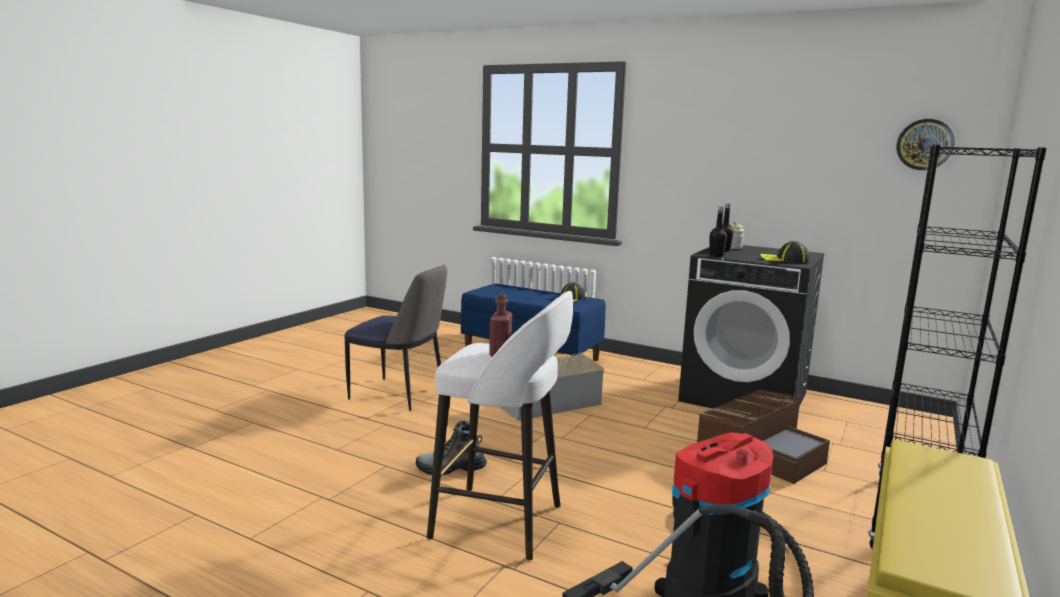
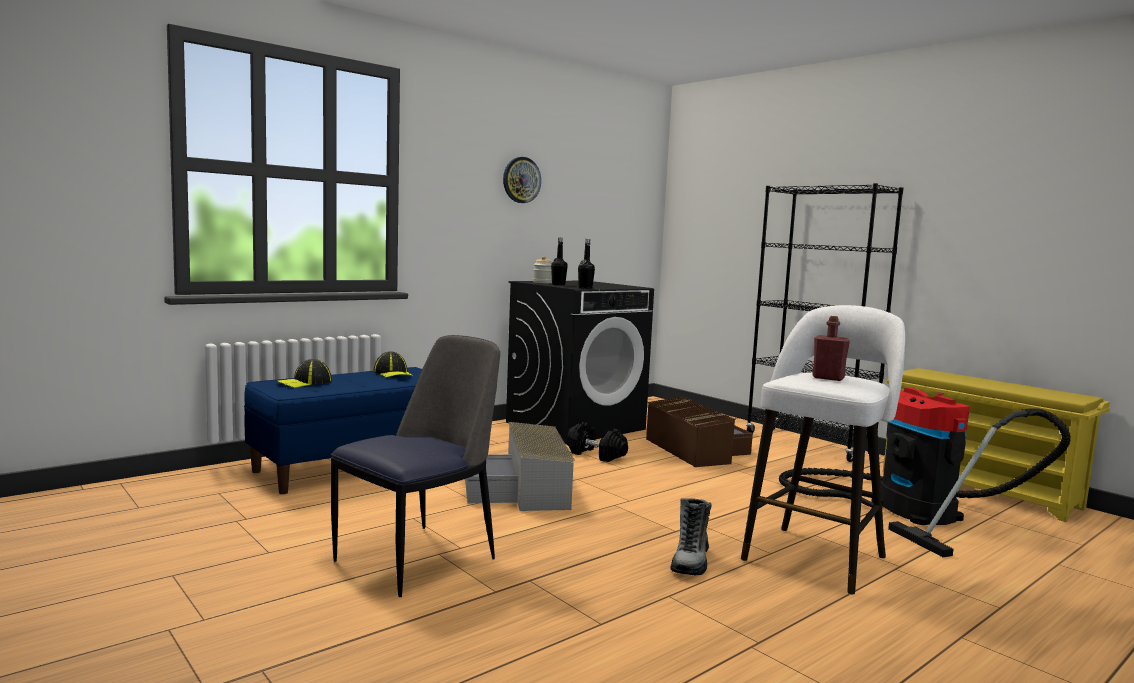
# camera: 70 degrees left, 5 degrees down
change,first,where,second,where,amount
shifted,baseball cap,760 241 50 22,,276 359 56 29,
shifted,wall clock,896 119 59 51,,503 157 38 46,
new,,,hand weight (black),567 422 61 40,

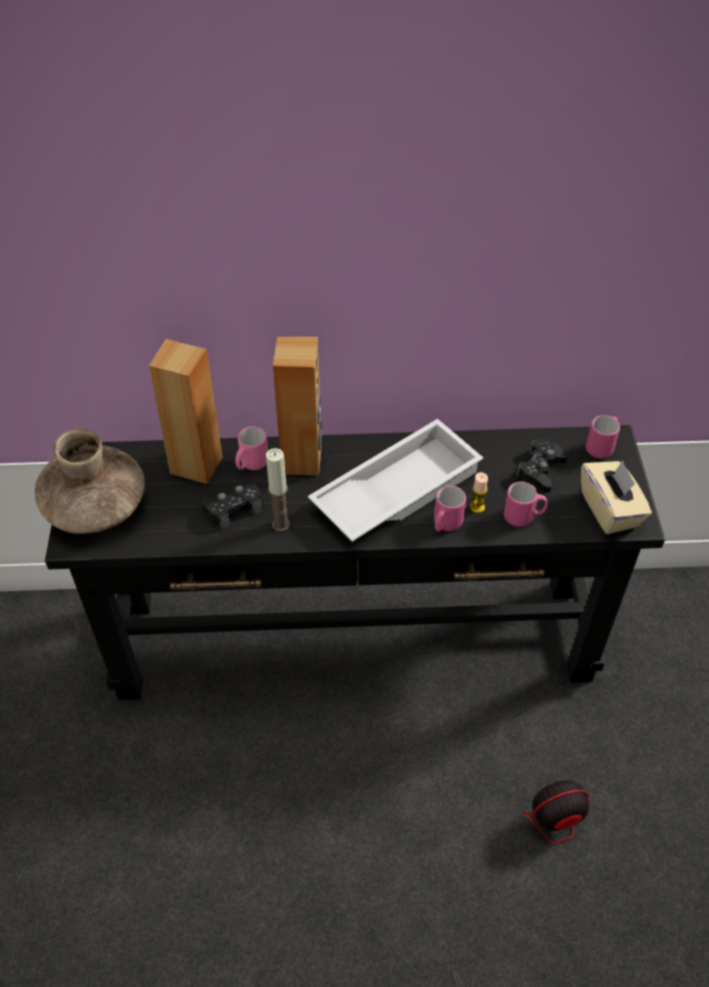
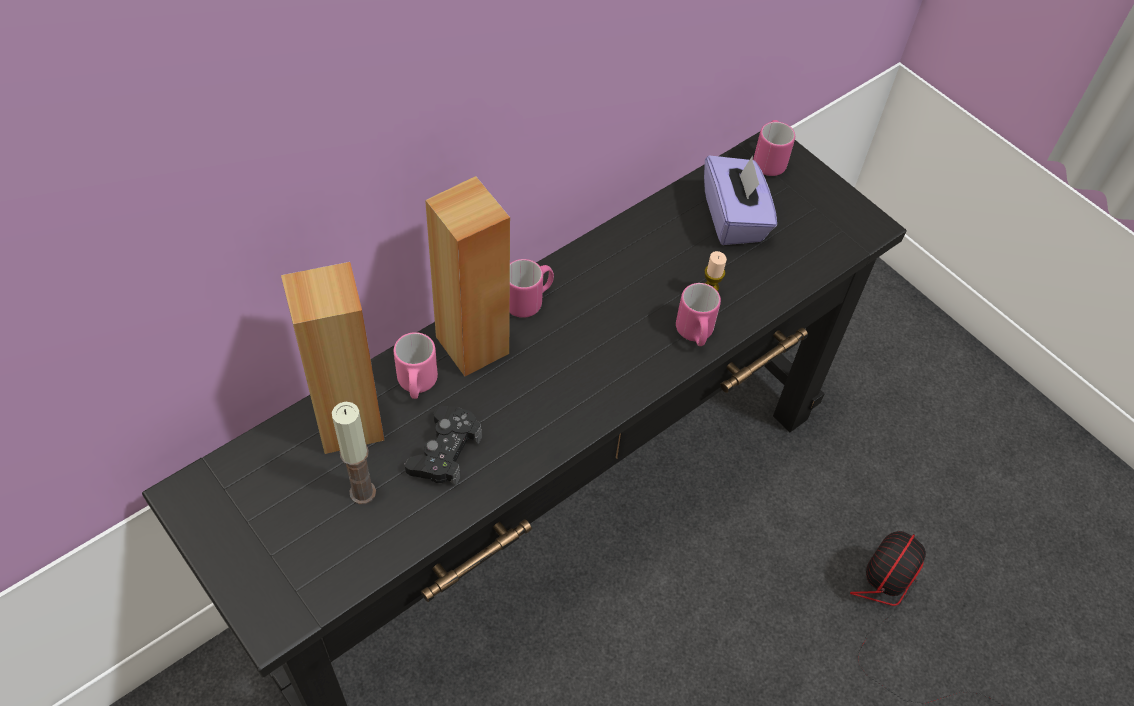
# camera: 40 degrees left, 5 degrees up
change,first,where,second,where,amount
gone,decorative vase (brown),35 429 110 105,,,
shifted,candle,266 448 24 84,,332 402 44 102,
gone,serving tray (white),308 419 175 123,,,
shifted,tea mug (pinkish),504 482 44 45,,510 259 44 59,
swapped,joypad (black),516 439 51 54,tissue holder (purple-coloured),704 155 73 90,
gone,tissue holder (beige),581 460 71 74,,,

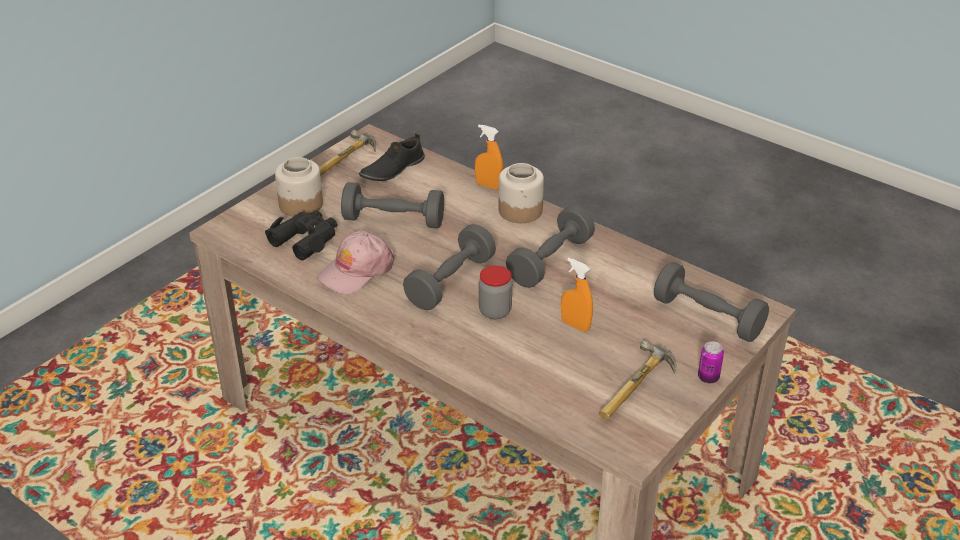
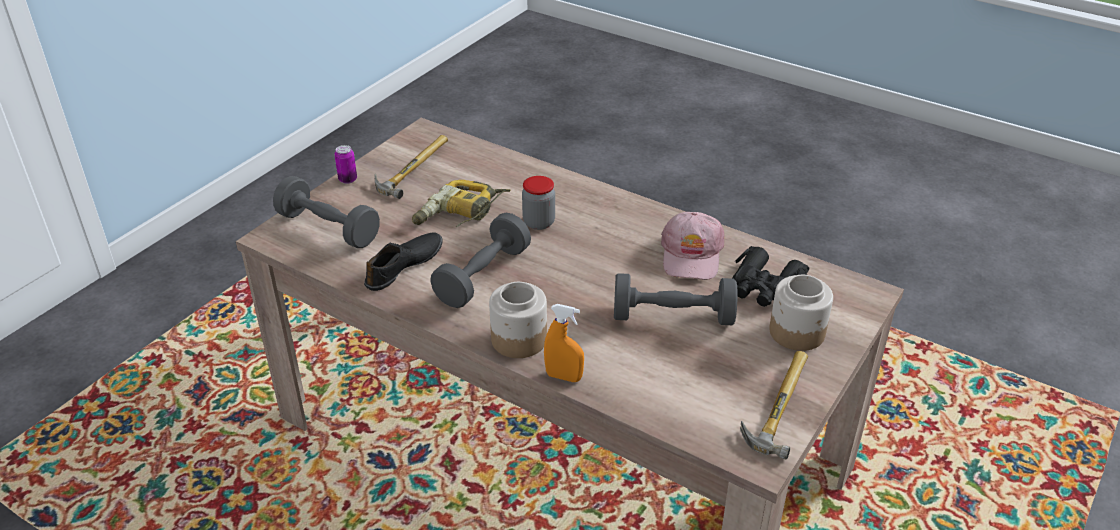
# camera: 175 degrees right, 0 degrees up
change,first,where,second,where,amount
rotated,baseball cap (pinkish),317 231 77 63,,661 212 63 68,150 degrees clockwise
shifted,low shoe (black),359 133 66 48,,364 233 79 58,
gone,hand weight (gray),403 224 93 86,,,
swapped,sprayer (orange-coloured),561 258 32 74,power drill,412 180 99 47,

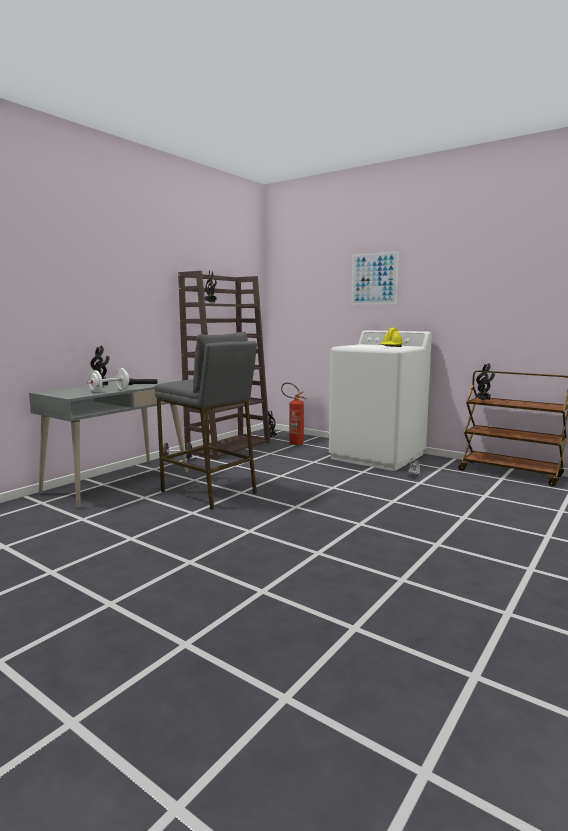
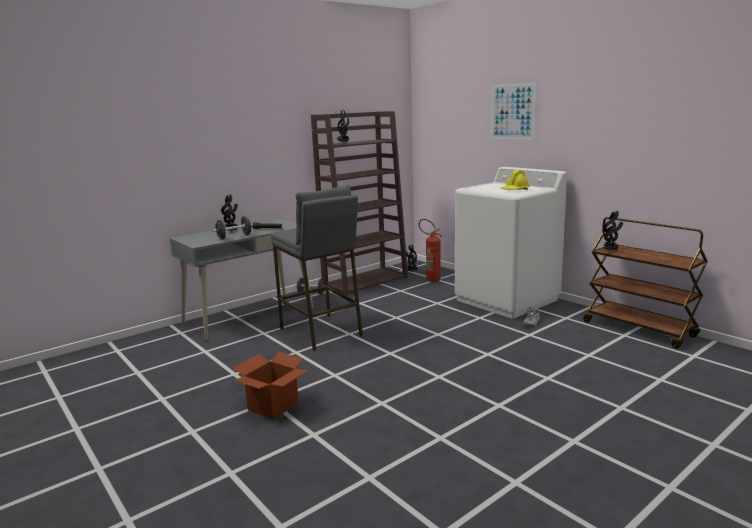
# camera: 15 degrees right, 5 degrees up
change,first,where,second,where,amount
repainted,hand weight (white),87 368 43 25,hand weight (black),213 216 40 24,
new,,,cardboard box,232 351 77 69,

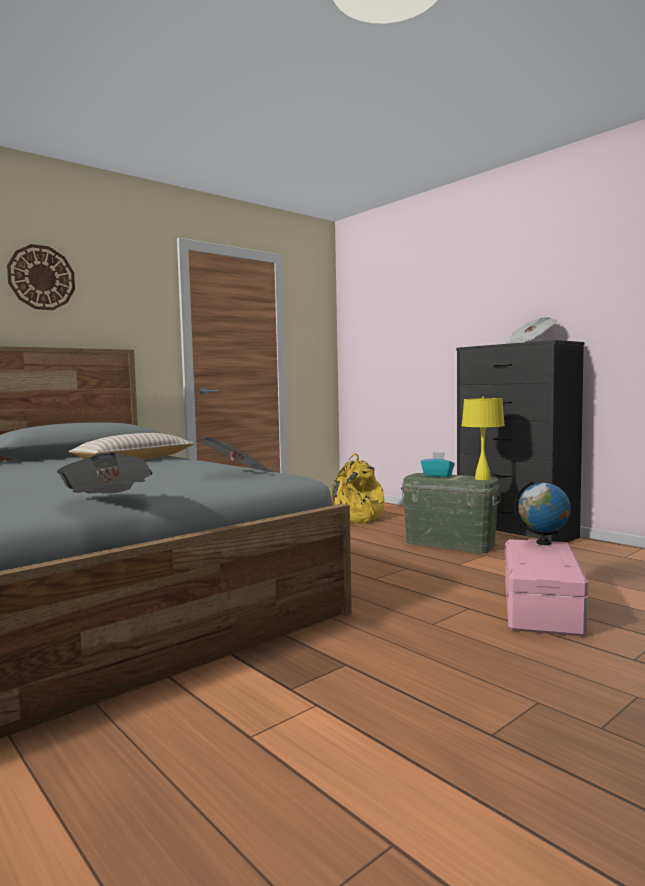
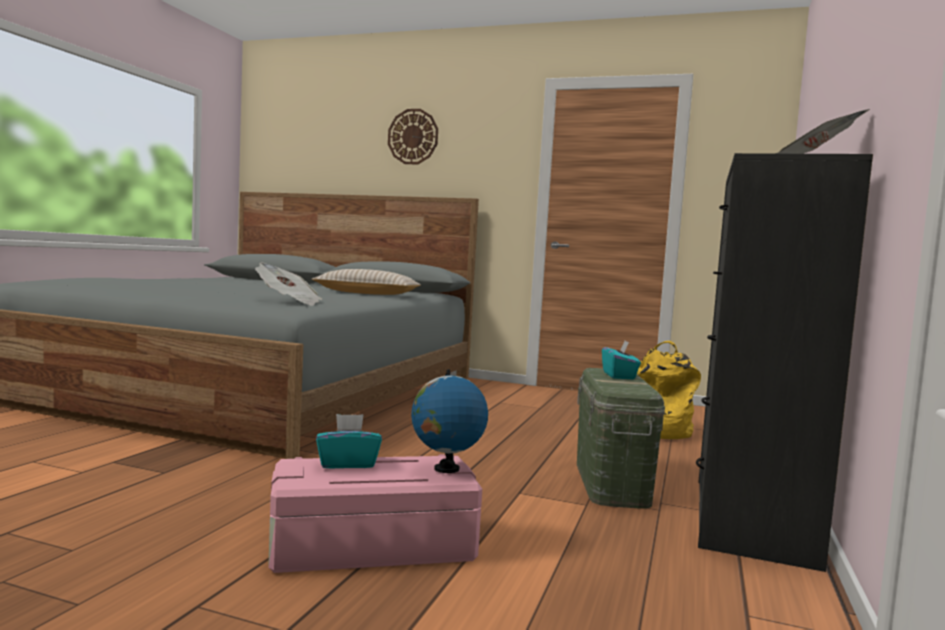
# camera: 60 degrees right, 0 degrees up
change,first,where,second,where,amount
gone,printed paper,57 452 95 42,,,
gone,lamp for a table (yellow),462 397 43 83,,,
new,,,tissue holder (turquoise-coloured),316 414 66 54,

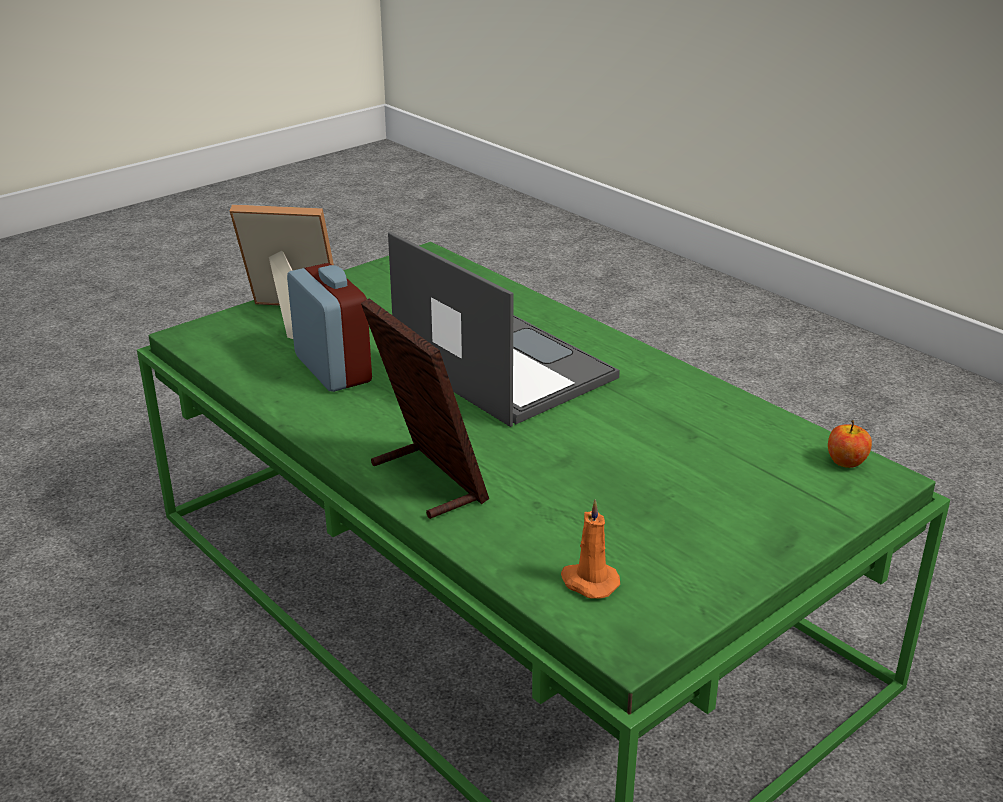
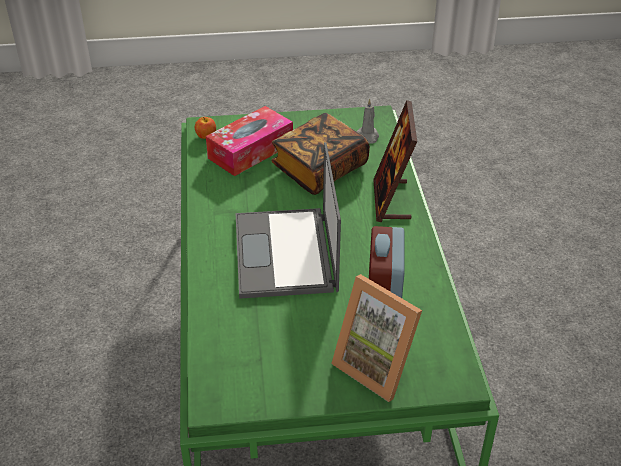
# camera: 145 degrees left, 10 degrees up
change,first,where,second,where,amount
repainted,candle (orange-coloured),561 499 59 100,candle (gray),357 98 22 46,
new,,,tissue holder,206 106 87 70,
new,,,volume,271 113 99 82,

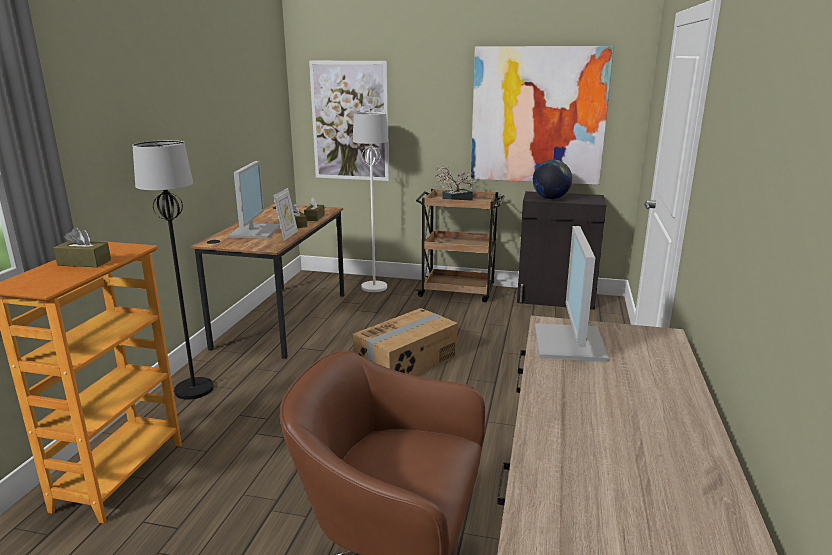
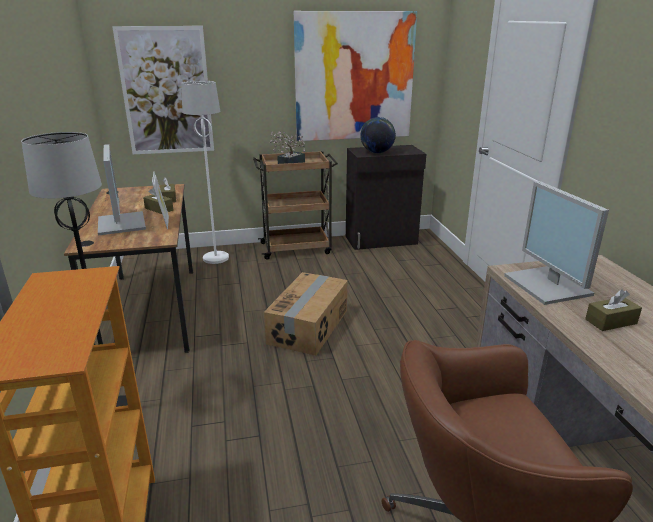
# camera: 25 degrees left, 5 degrees up
change,first,where,second,where,amount
shifted,tissue holder (brown),54 227 57 40,,585 289 57 42,

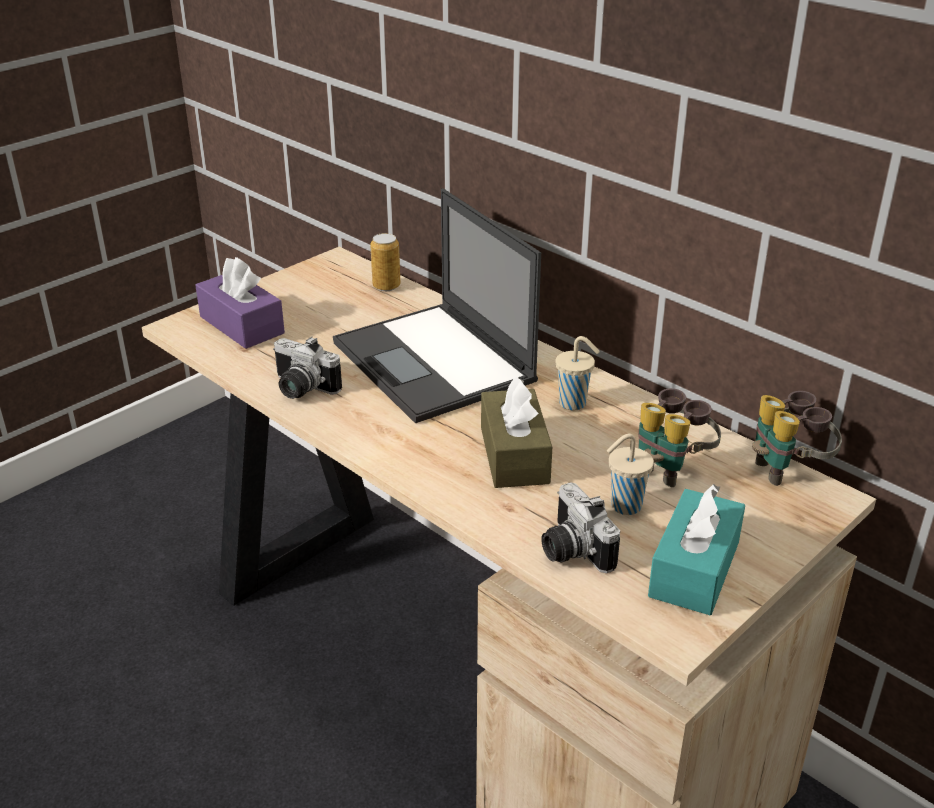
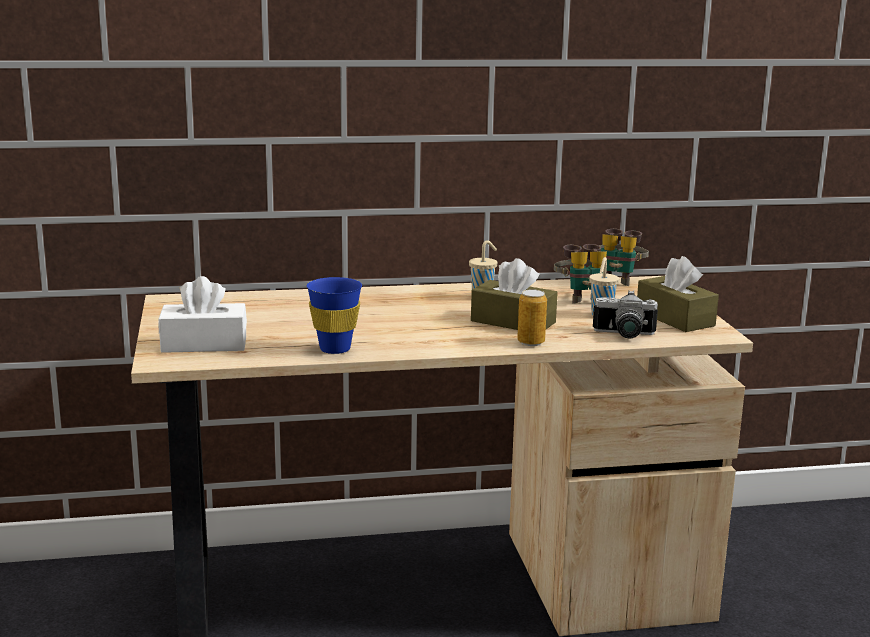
# camera: 55 degrees left, 15 degrees down
change,first,where,second,where,amount
repainted,tissue holder (purple-coloured),195 257 90 92,tissue holder (white),158 276 89 77,
swapped,still camera,273 337 69 62,drinking cup (bluish),307 277 55 77,
gone,laptop,333 188 208 235,,,
shifted,sealed can,370 233 30 58,,517 289 30 57,
repainted,tissue holder (turquoise-coloured),648 484 97 131,tissue holder (brown),637 256 82 76,

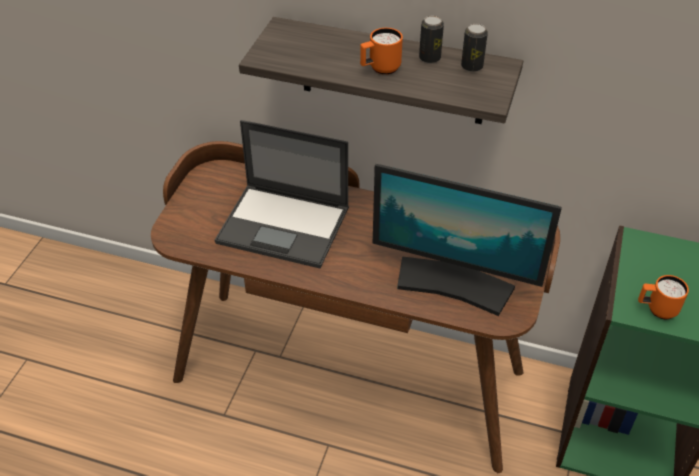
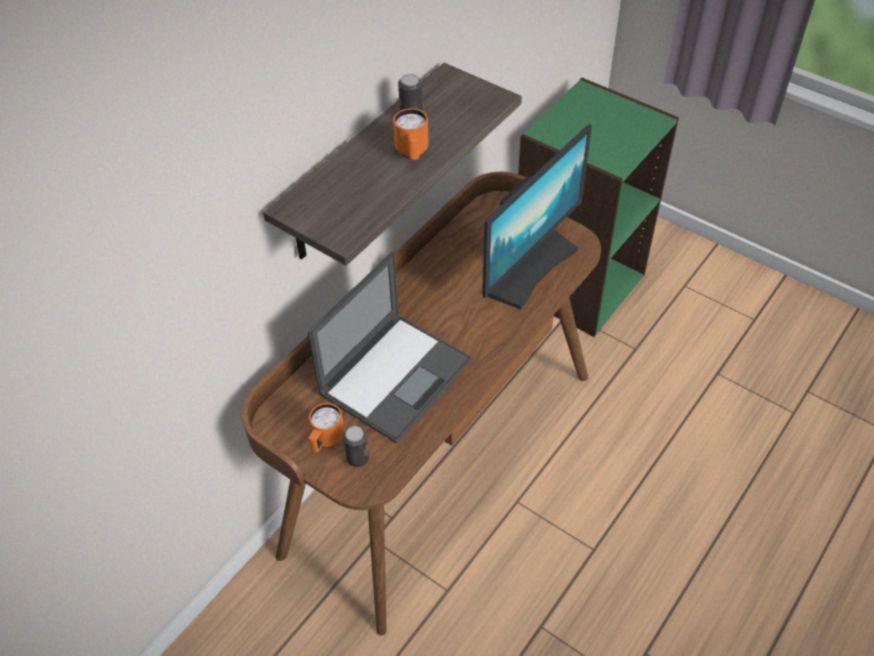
# camera: 70 degrees left, 5 degrees up
change,first,where,second,where,amount
shifted,sealed can,461 24 27 48,,343 426 26 41,
shifted,tea mug (orange-coloured),638 275 51 44,,308 403 37 50,

